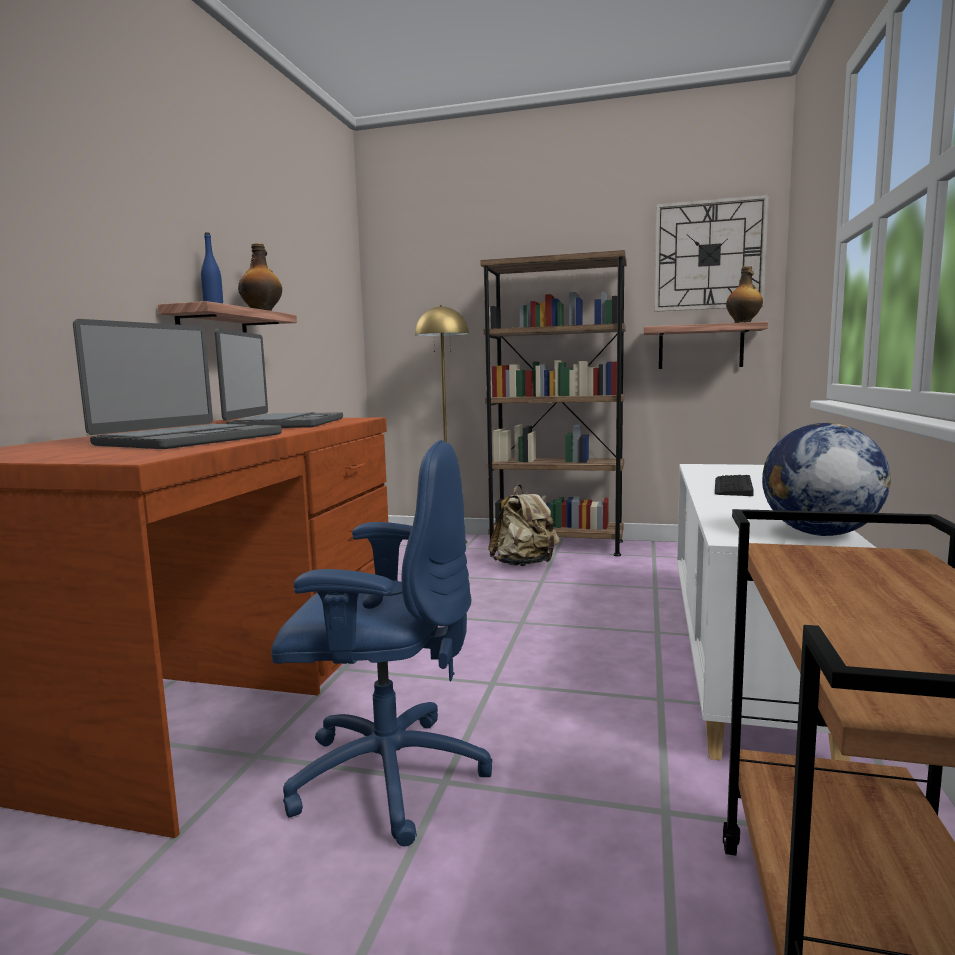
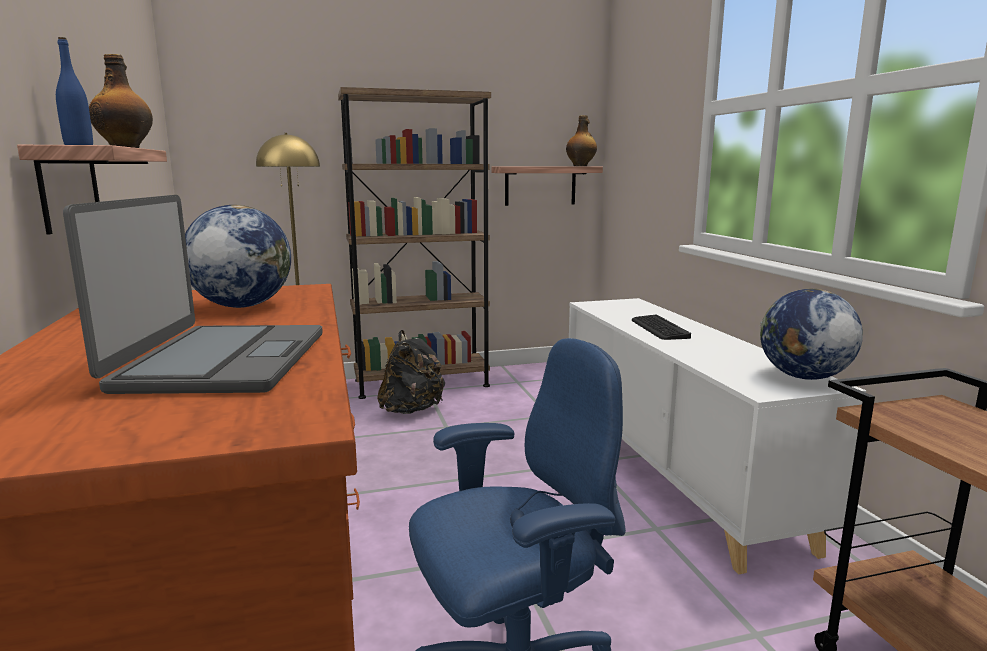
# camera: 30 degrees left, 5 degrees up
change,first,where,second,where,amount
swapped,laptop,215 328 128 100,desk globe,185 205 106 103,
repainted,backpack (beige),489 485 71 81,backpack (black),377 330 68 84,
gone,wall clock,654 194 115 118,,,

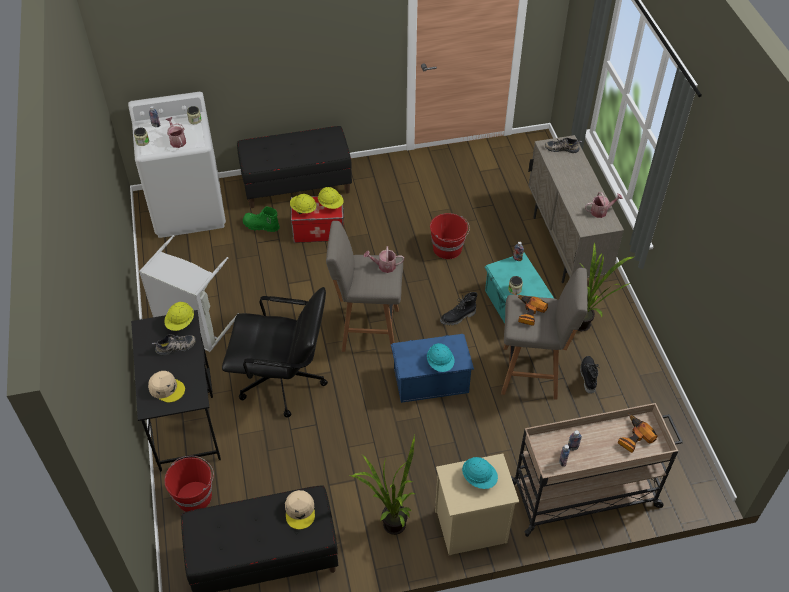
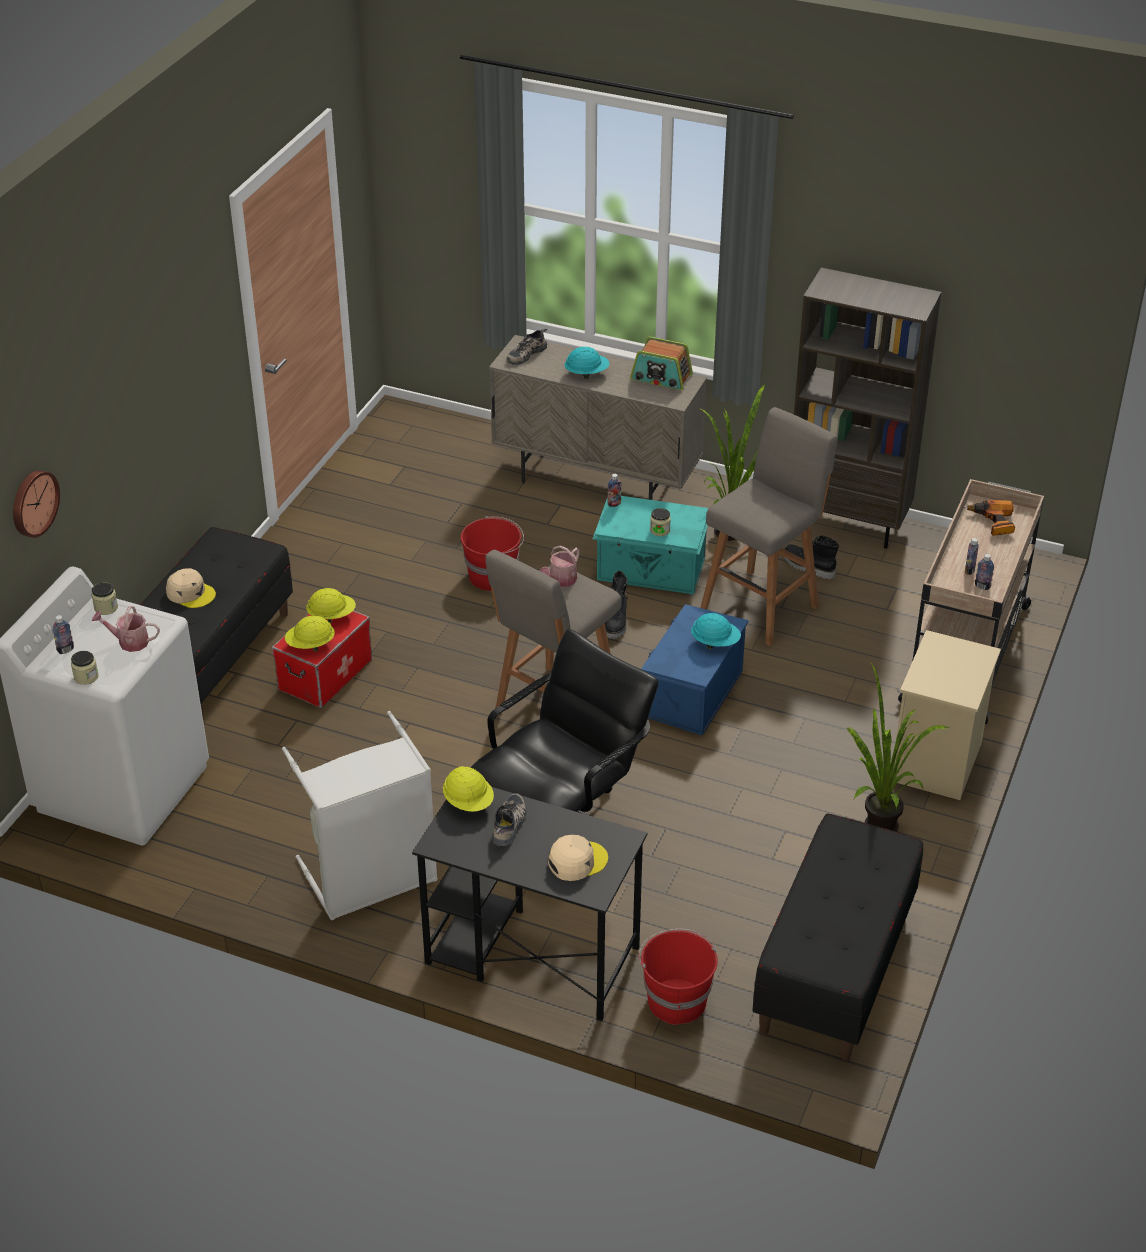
# camera: 55 degrees left, 10 degrees down
change,first,where,second,where,amount
gone,boot (greenish),243 207 37 25,,,
shifted,baseball cap (beige),285 490 30 39,,166 568 50 40,
shifted,safety helmet (turquoise-coloured),462 457 36 32,,565 347 45 32,
gone,power drill,513 293 35 33,,,
swapped,watering can,585 192 38 26,radio set,630 336 63 54,
new,,,wall clock,13 470 47 68,
new,,,bookshelf (brown),794 268 147 281,

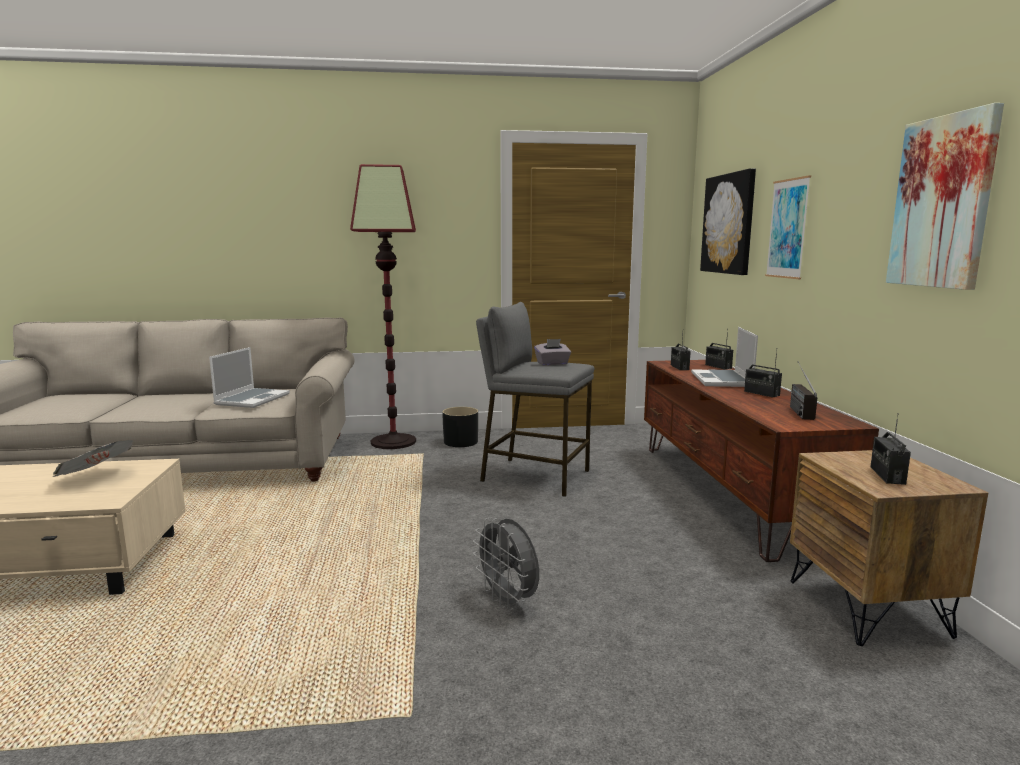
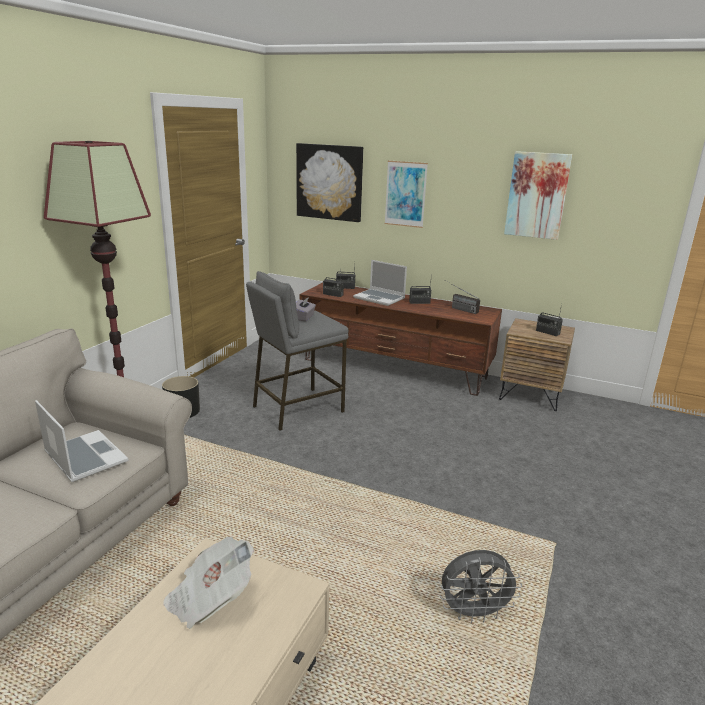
# camera: 60 degrees left, 10 degrees up
change,first,where,second,where,amount
shifted,cooling fan (gray),473 518 66 92,,440 550 82 73,

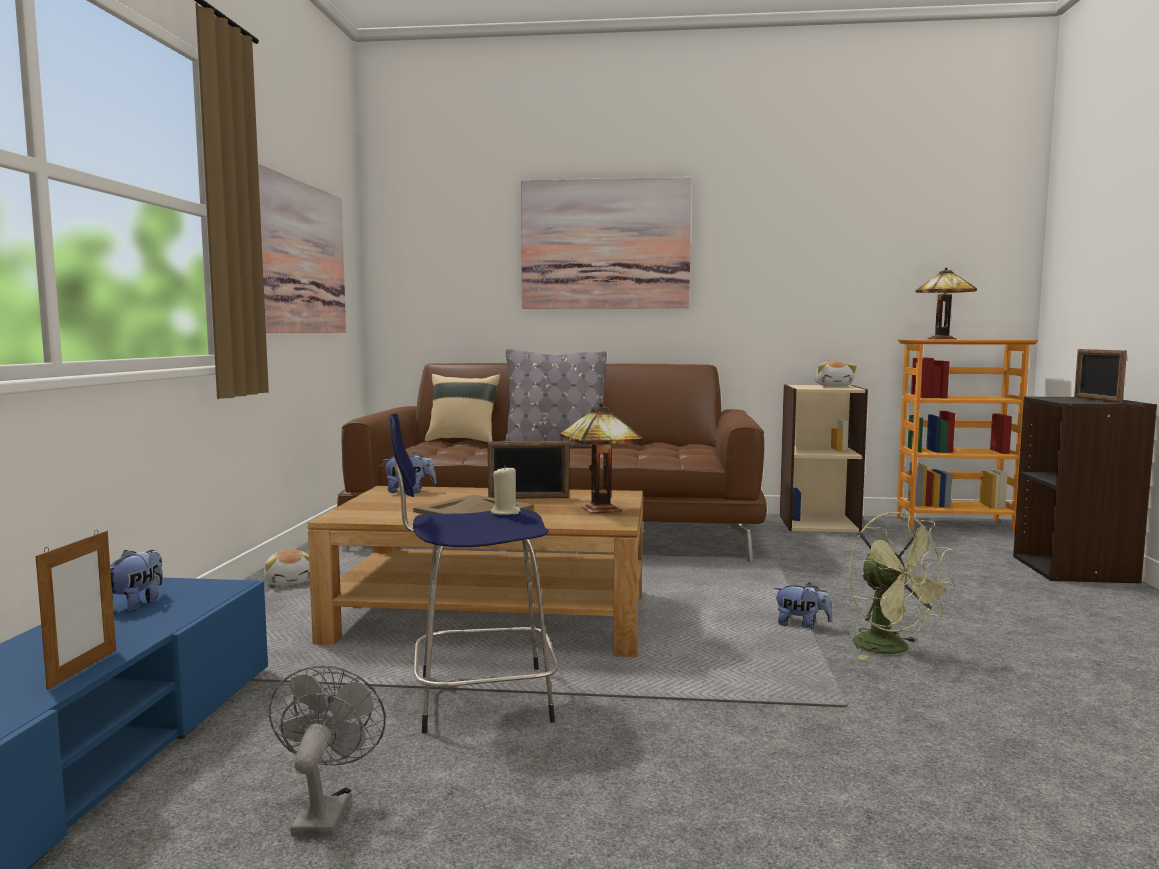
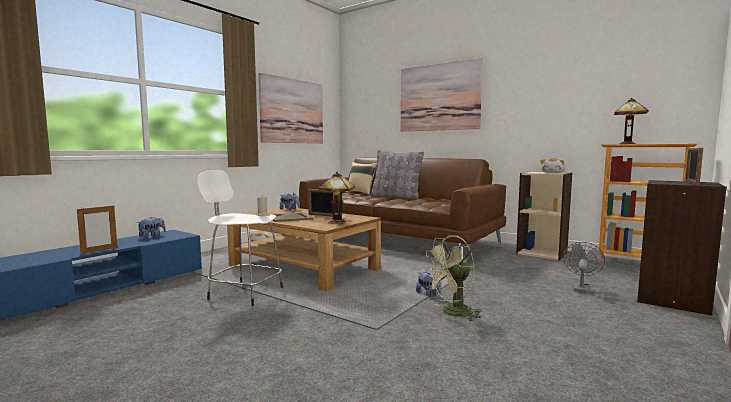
# camera: 30 degrees right, 0 degrees up
change,first,where,second,where,amount
shifted,cooling fan (gray),269 665 117 172,,563 242 42 51,
repainted,stool (bluish),389 413 170 321,stool (white),197 170 86 136,
rotated,cooling fan (greenish),849 512 106 148,,423 235 59 87,60 degrees clockwise

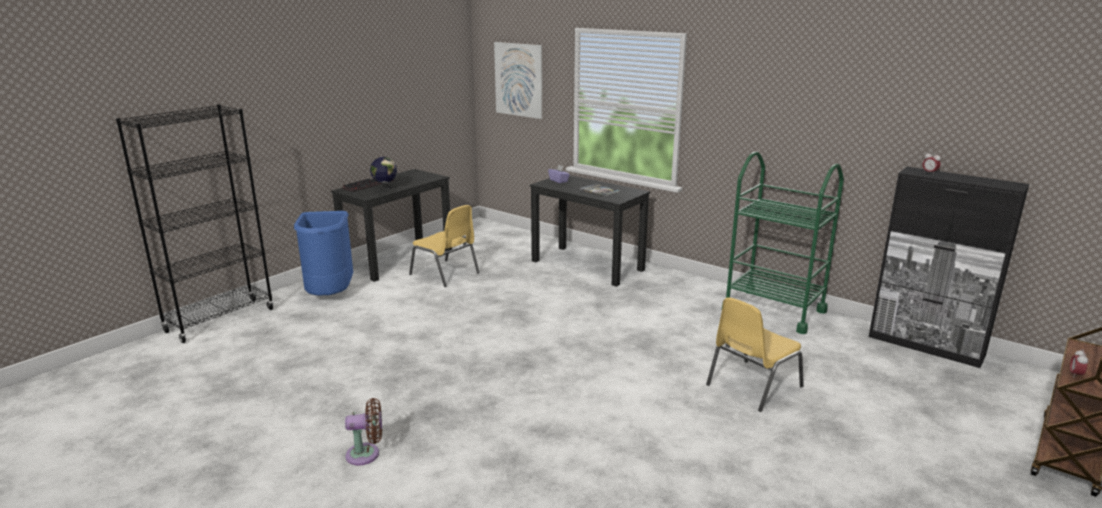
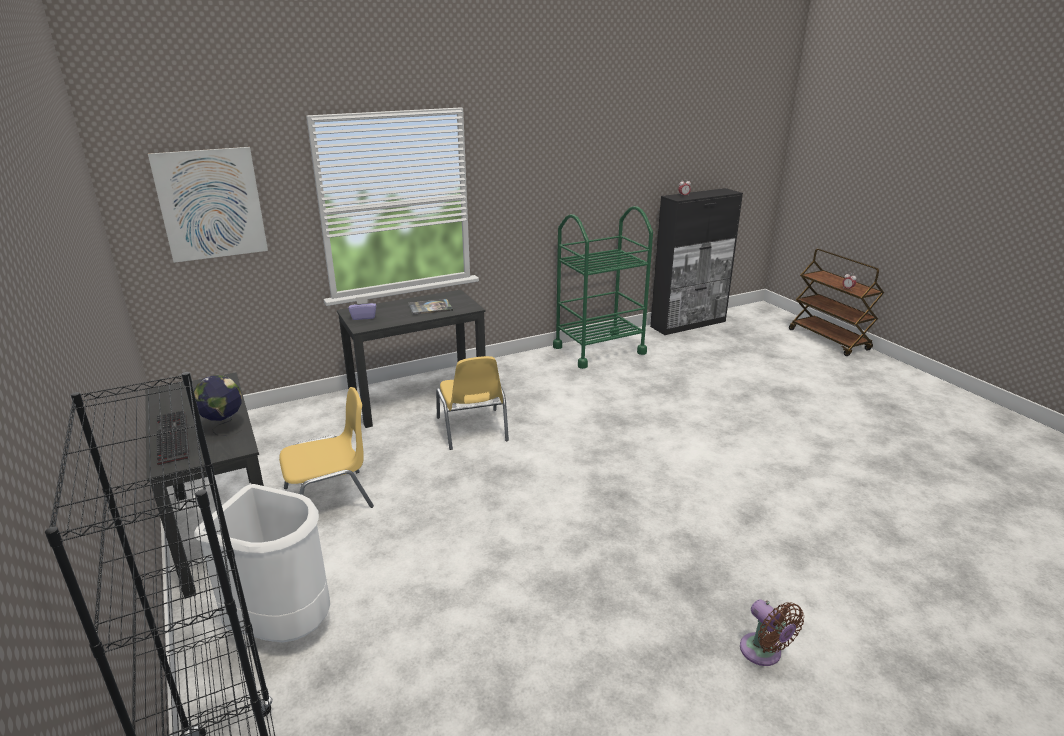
# camera: 65 degrees left, 5 degrees up
change,first,where,second,where,amount
repainted,rubbish bin (bluish),294 211 59 85,rubbish bin (white),194 484 136 159,
rotated,cooling fan (brown),345 398 37 67,,740 599 64 67,135 degrees clockwise
shifted,plain chair (yellow),706 297 98 115,,436 356 73 94,

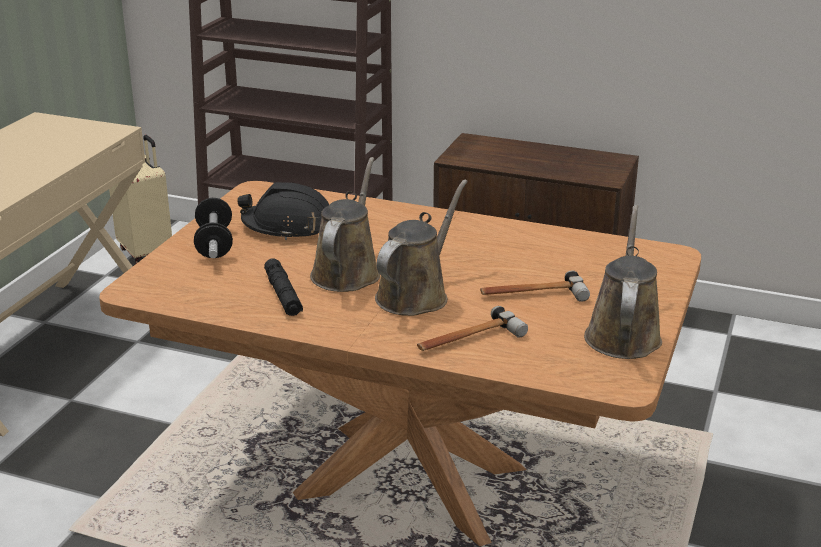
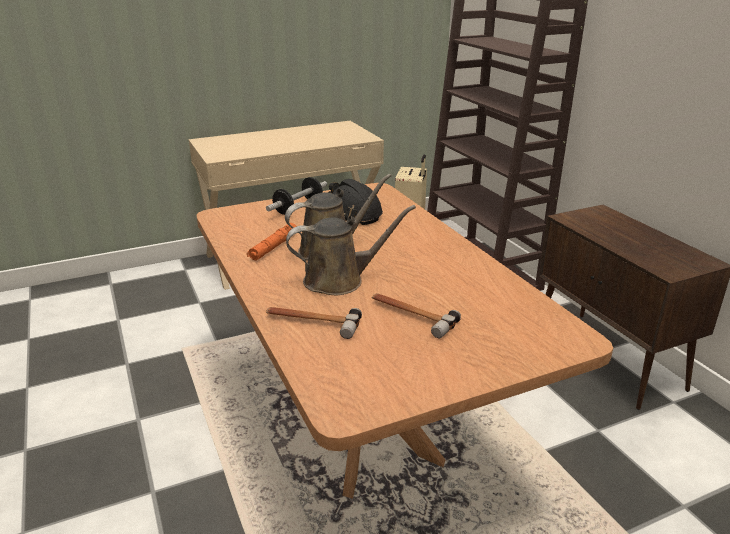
# camera: 45 degrees right, 0 degrees up
change,first,where,second,where,amount
repainted,flashlight (black),264 258 39 58,flashlight (orange-coloured),247 223 50 38,
gone,watering can (brown),584 205 78 154,,,

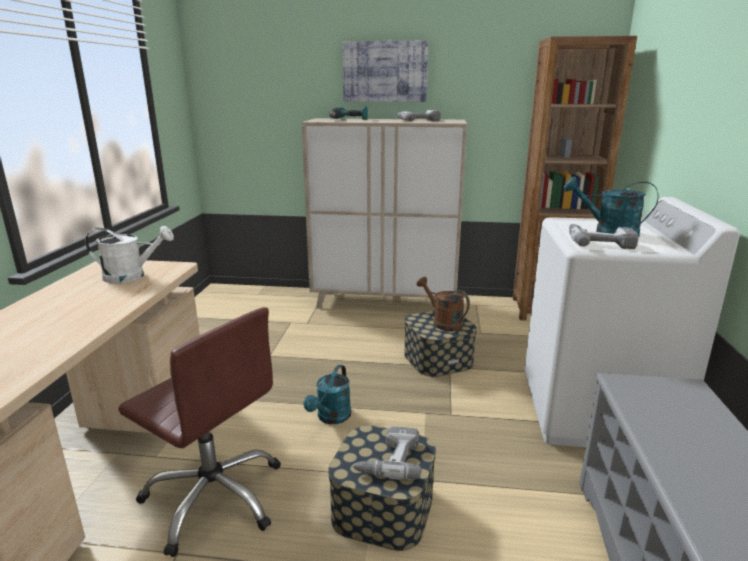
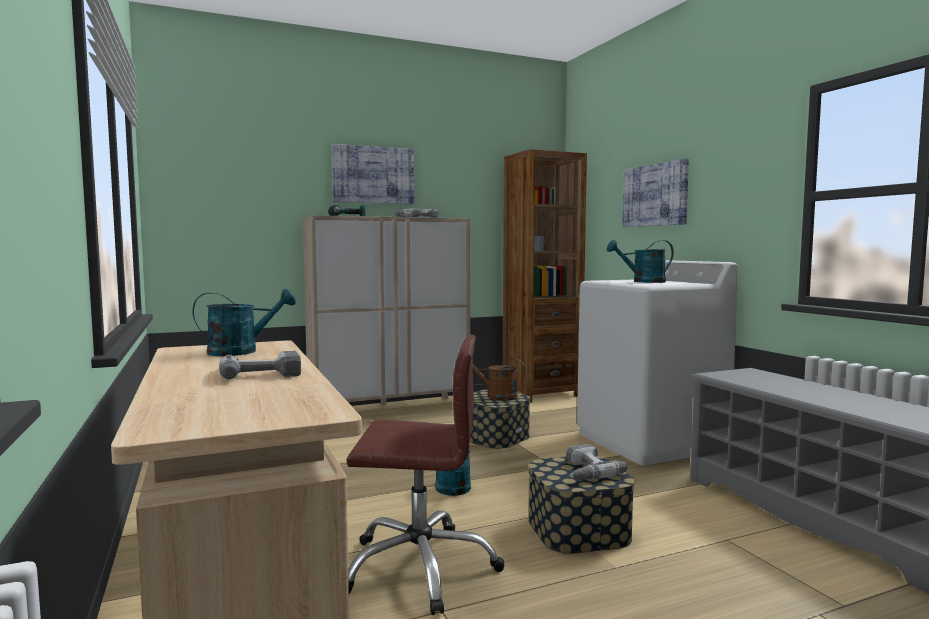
# camera: 30 degrees left, 15 degrees down
change,first,where,second,where,amount
repainted,watering can (white),85 226 89 57,watering can (turquoise-coloured),192 289 104 67,
shifted,power drill,569 224 70 25,,219 351 82 28,
new,,,wall art,622 158 67 69,

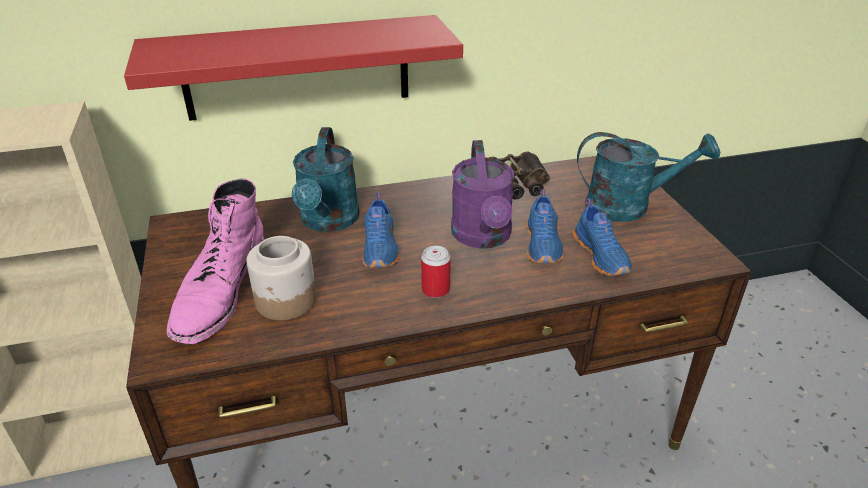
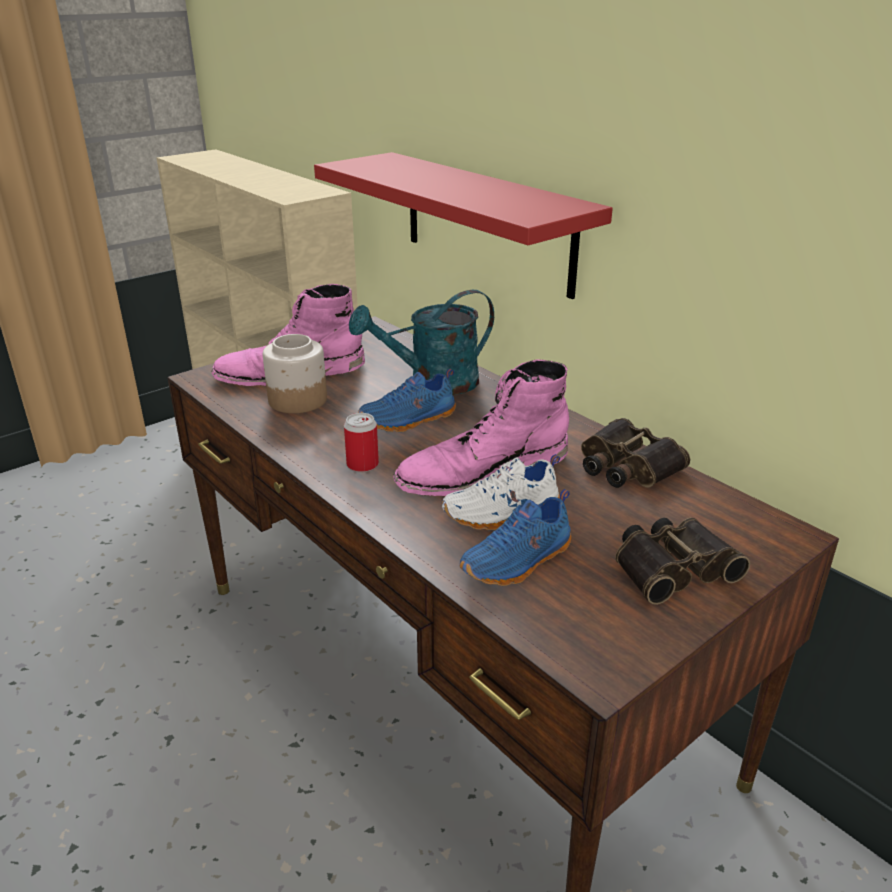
# camera: 65 degrees right, 5 degrees down
change,first,where,second,where,amount
swapped,watering can (purple-coloured),451 140 64 109,boot (pinkish),393 359 176 137,
repainted,low shoe (bluish),526 189 37 74,low shoe (white),442 454 118 76,
swapped,watering can (turquoise-coloured),577 132 143 90,field glasses,615 517 135 88,

